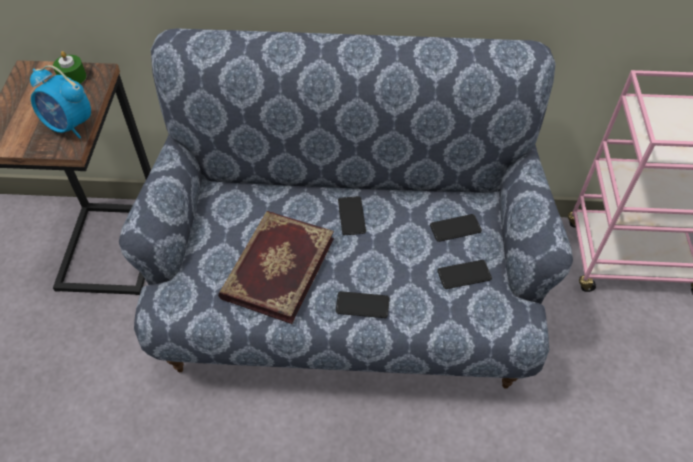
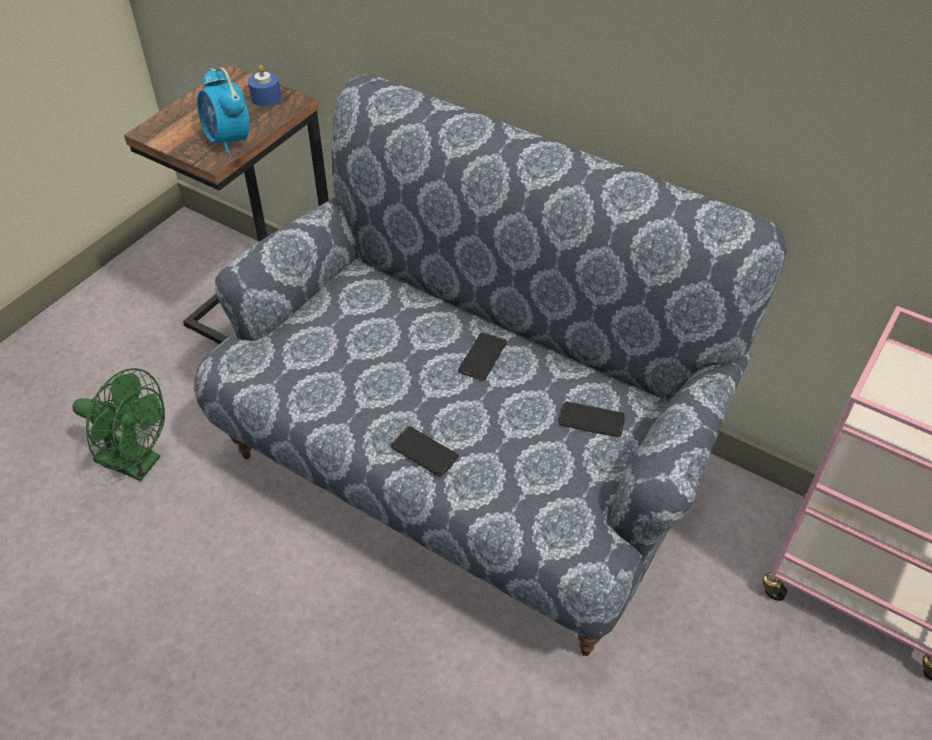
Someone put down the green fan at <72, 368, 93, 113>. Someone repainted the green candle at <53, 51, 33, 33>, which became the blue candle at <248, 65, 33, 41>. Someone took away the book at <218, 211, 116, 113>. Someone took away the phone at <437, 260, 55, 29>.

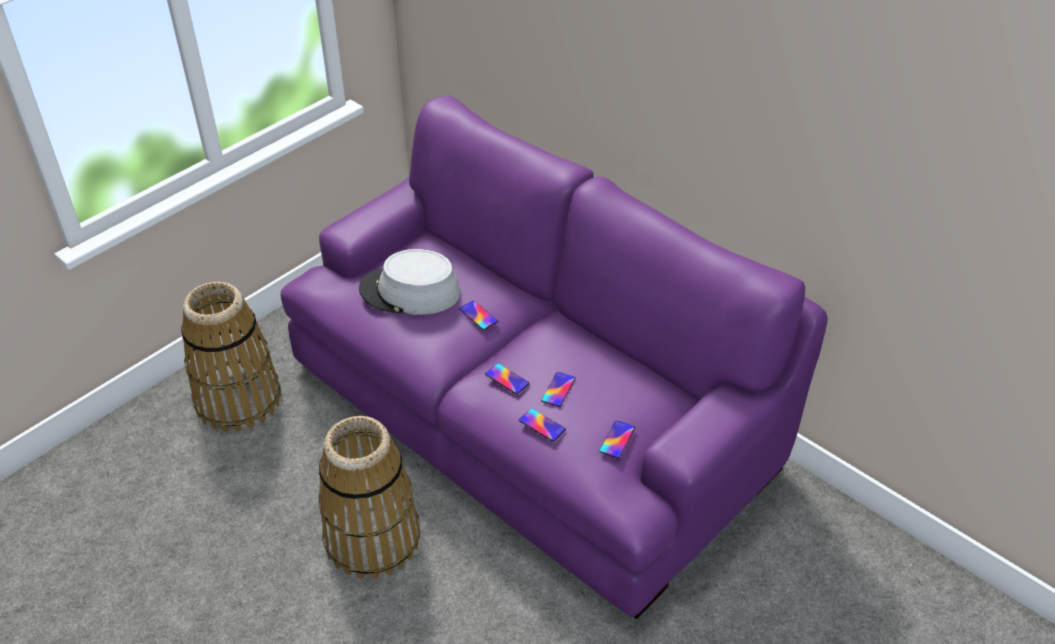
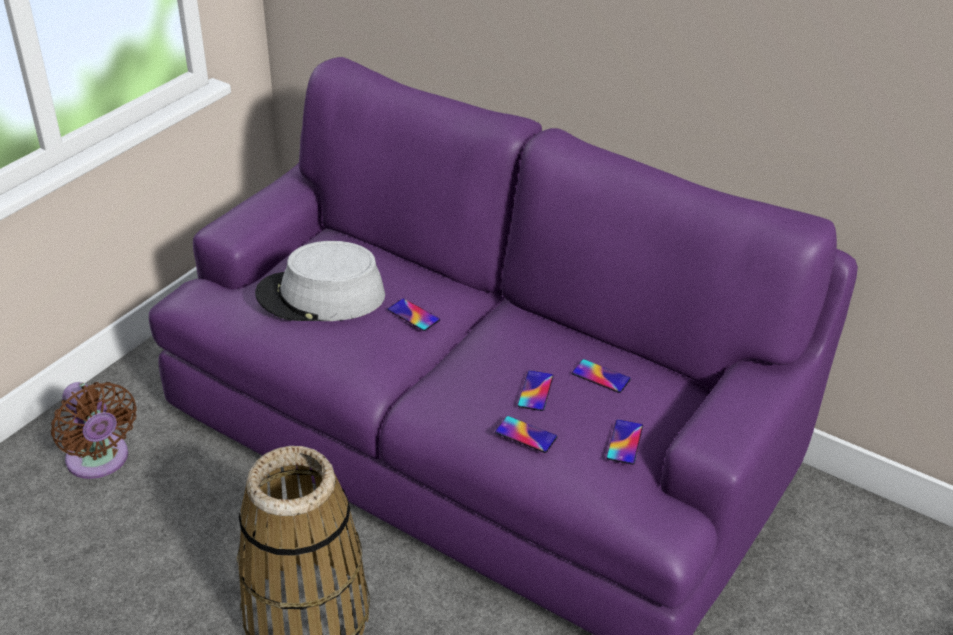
Someone swapped the basket at <181, 282, 100, 150> for the brown fan at <51, 382, 86, 97>. Someone carried the phone from <485, 363, 45, 31> to <572, 359, 59, 34>.

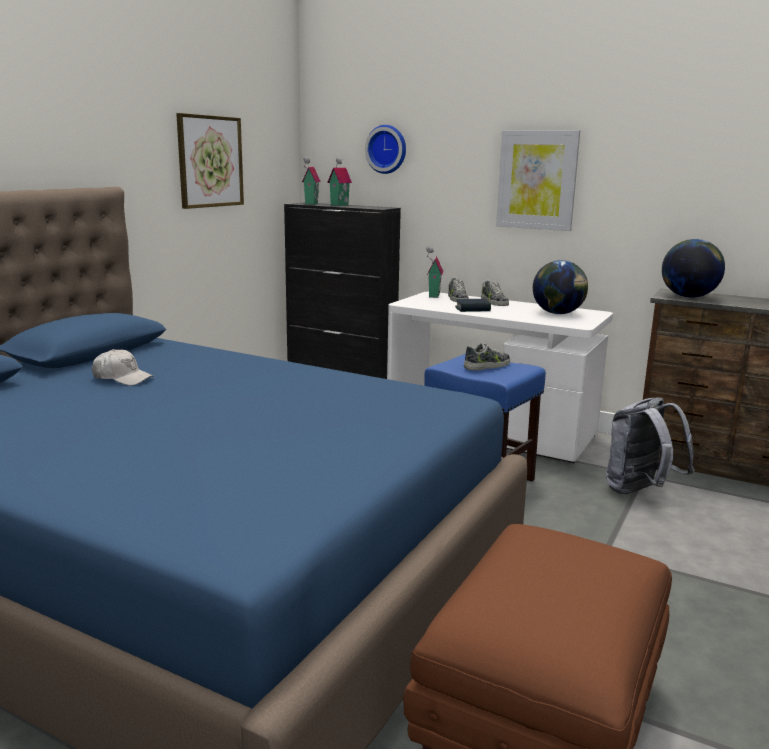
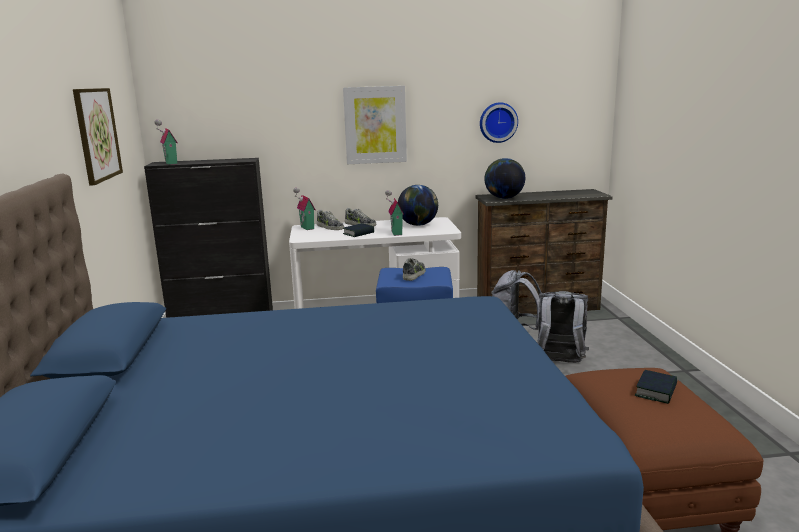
Someone carried the toy house from <327, 158, 25, 48> to <385, 190, 19, 46>. Someone carried the wall clock from <365, 125, 41, 49> to <480, 102, 38, 41>. Someone put down the grey backpack at <537, 291, 52, 72>. Someone put down the book at <635, 370, 42, 34>. Someone took away the white cap at <92, 349, 62, 37>.

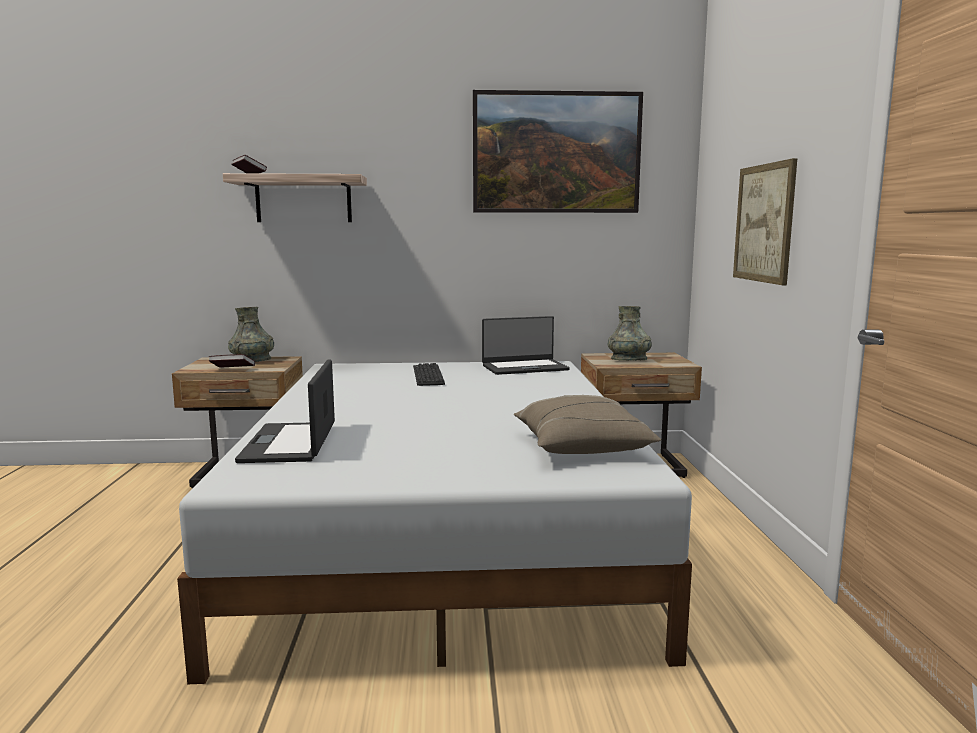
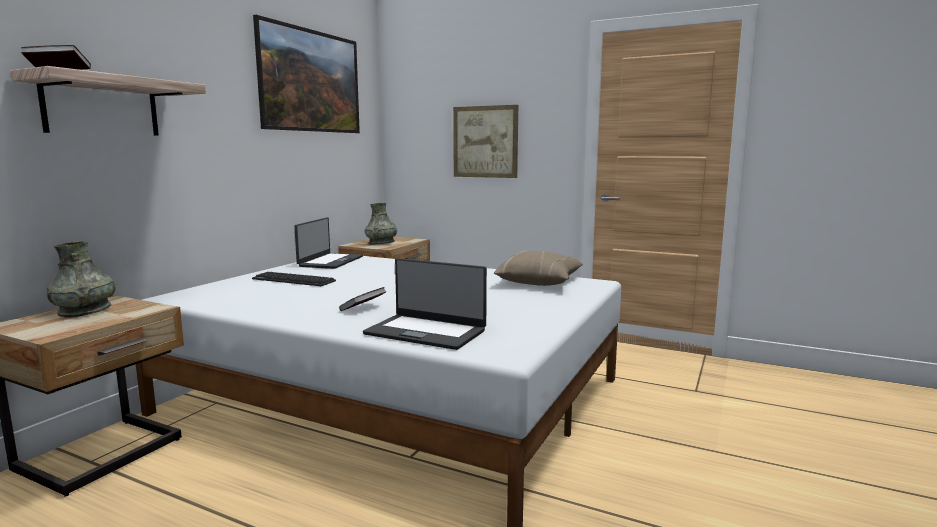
Someone carried the book from <208, 354, 47, 14> to <339, 287, 47, 24>.

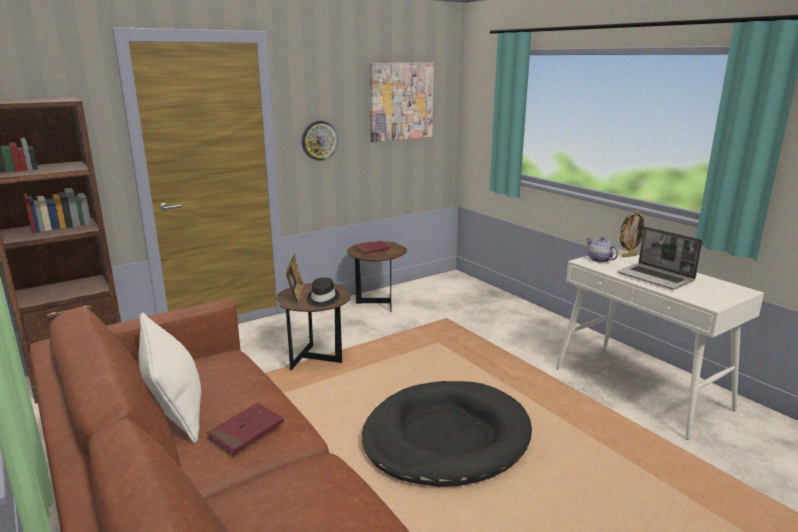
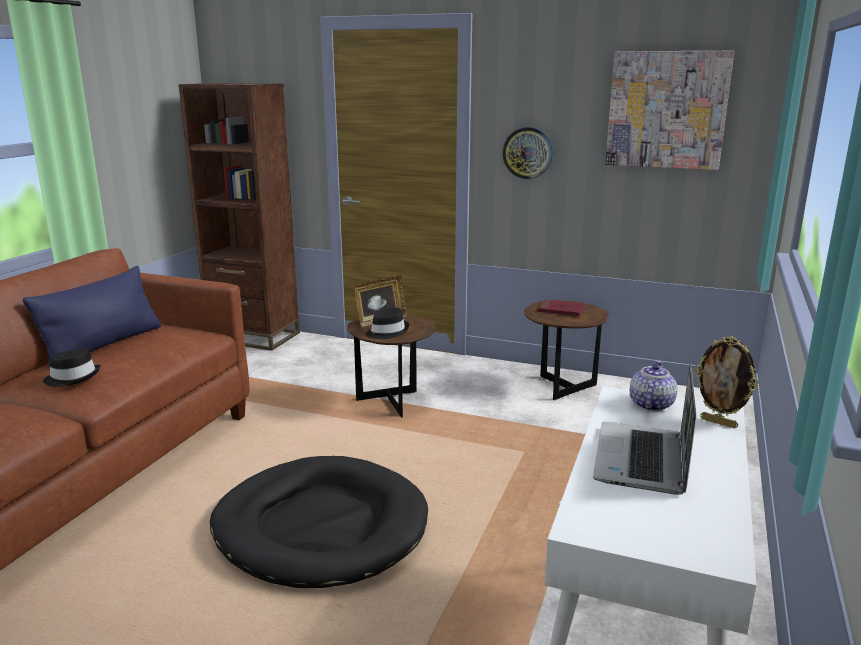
Someone repainted the white pillow at <139, 313, 62, 130>, which became the blue pillow at <23, 266, 139, 102>. Someone swapped the red book at <207, 403, 77, 52> for the black hat at <43, 348, 57, 39>.

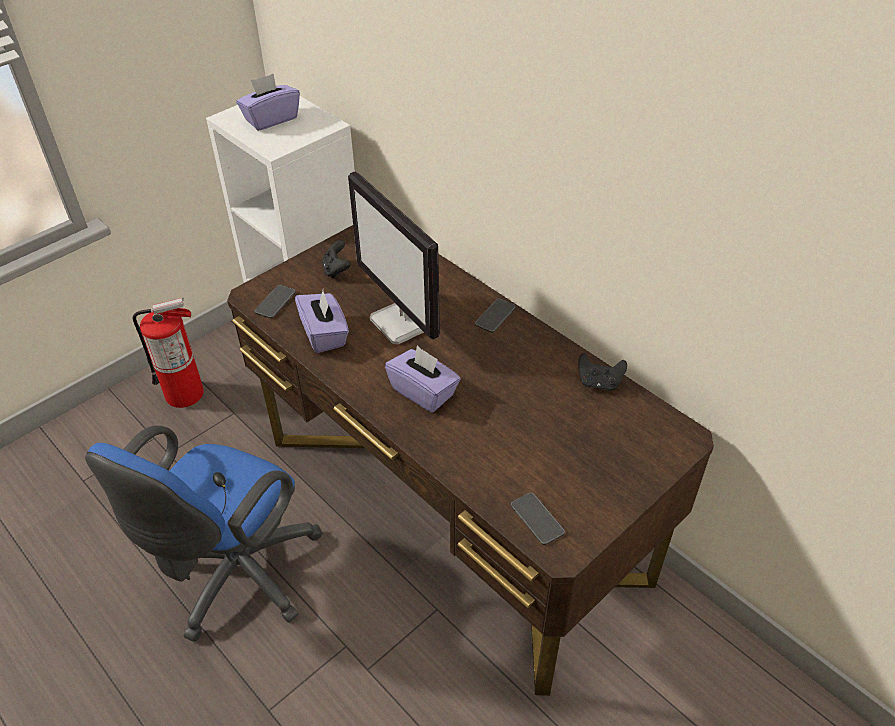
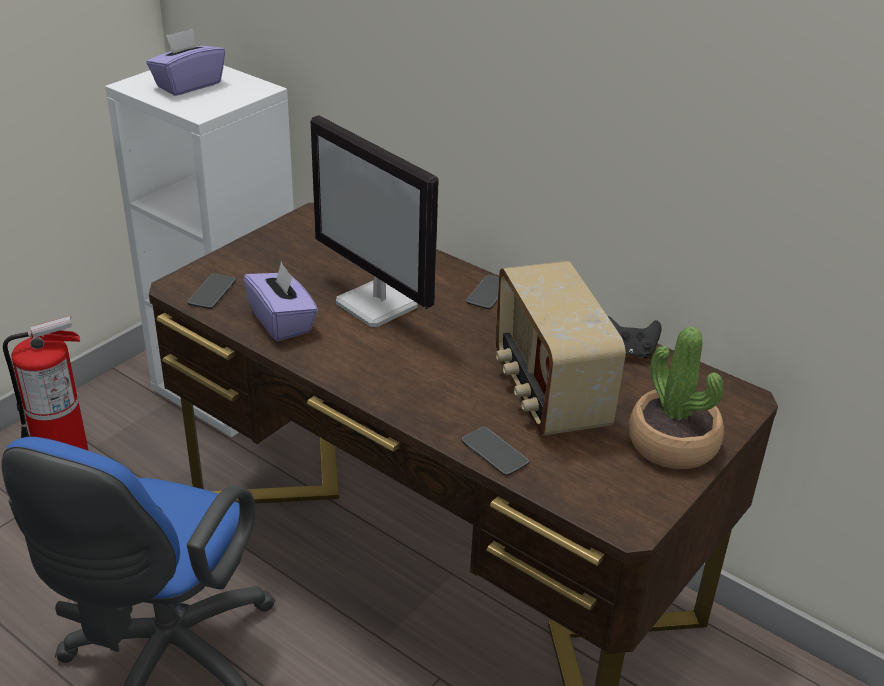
Someone carried the phone from <511, 492, 54, 53> to <461, 427, 68, 49>. Someone put down the radio at <495, 261, 131, 175>. Someone put down the potted plant at <629, 327, 95, 142>. Someone took away the black game controller at <322, 240, 29, 39>. Someone took away the purple tissue box at <385, 346, 76, 67>.

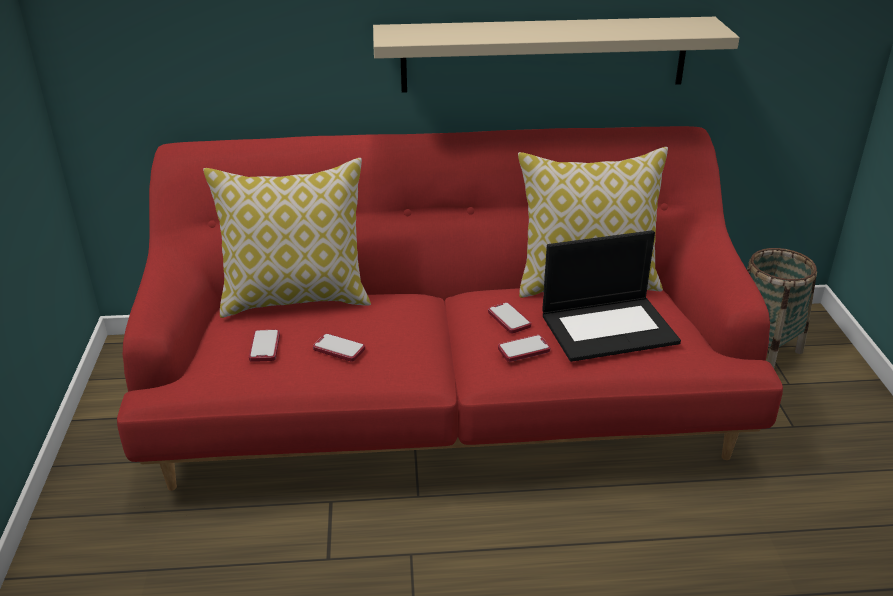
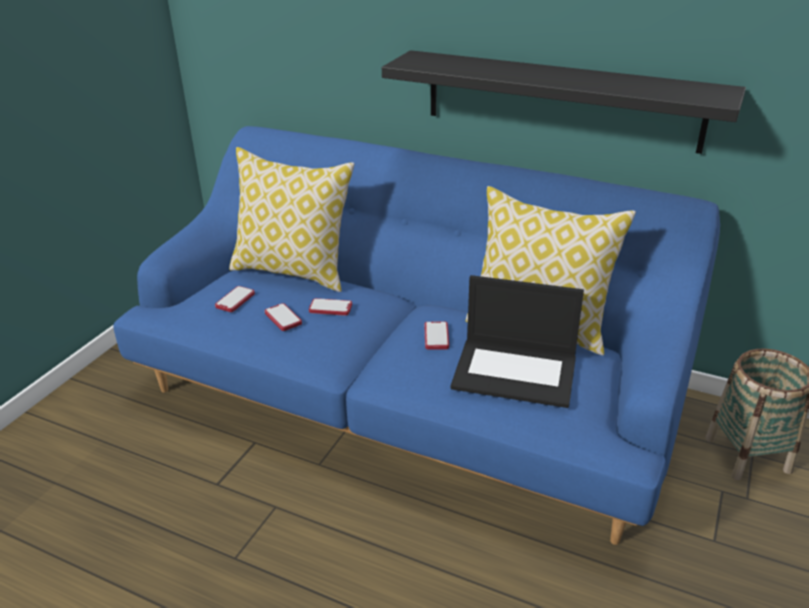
Someone repainted the red sofa at <117, 126, 666, 365>, which became the blue sofa at <113, 126, 607, 419>. Someone carried the phone from <498, 335, 52, 27> to <309, 298, 43, 18>. Someone repainted the beige shelf at <373, 17, 367, 76>, which became the black shelf at <382, 50, 364, 104>.

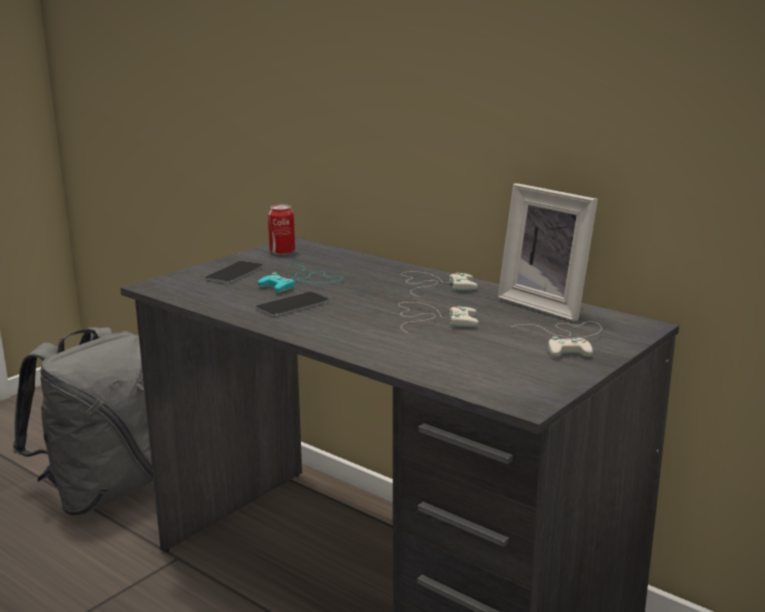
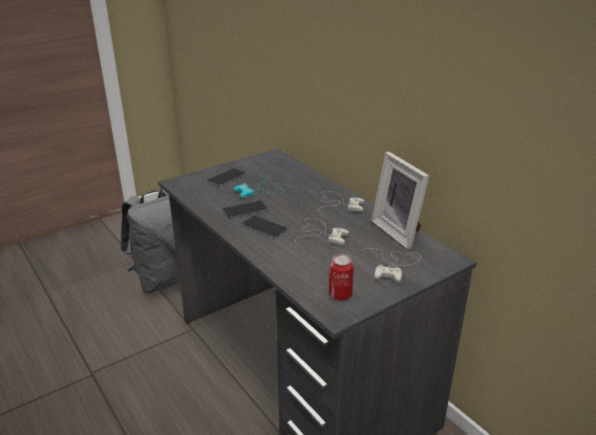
Someone put down the phone at <242, 216, 45, 22>. Someone carried the can from <268, 204, 27, 51> to <329, 254, 25, 46>.

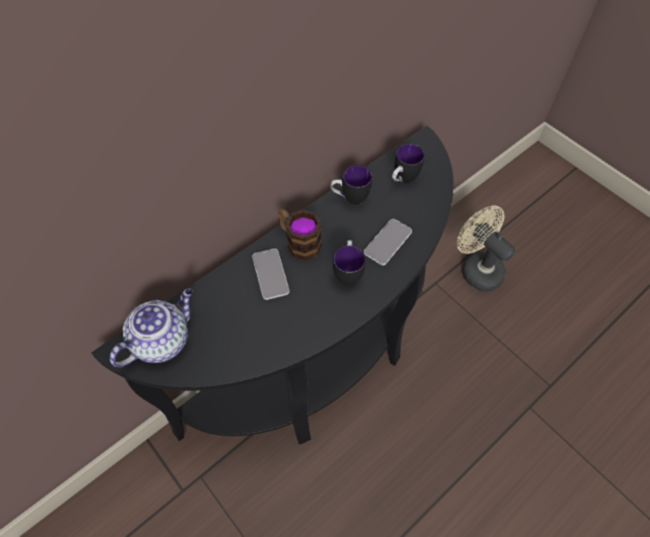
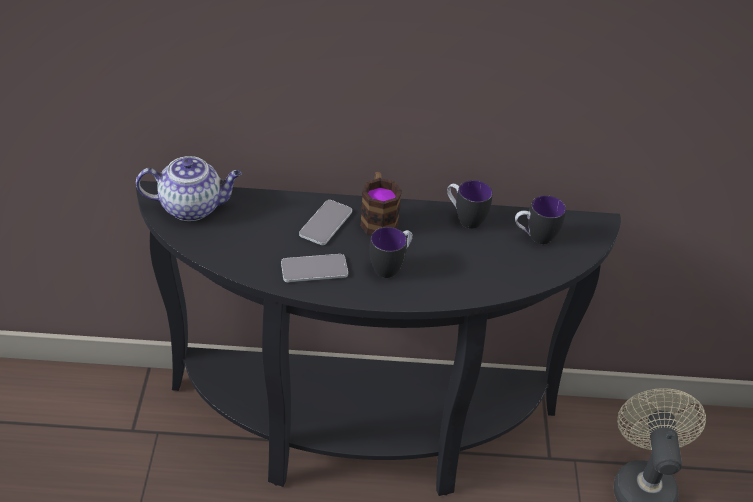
Someone carried the phone from <364, 219, 48, 46> to <281, 254, 67, 28>.

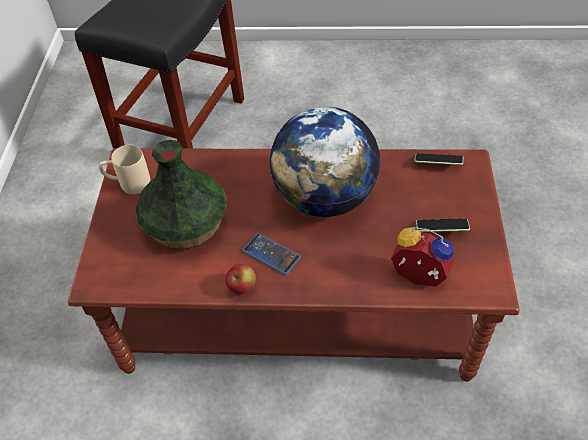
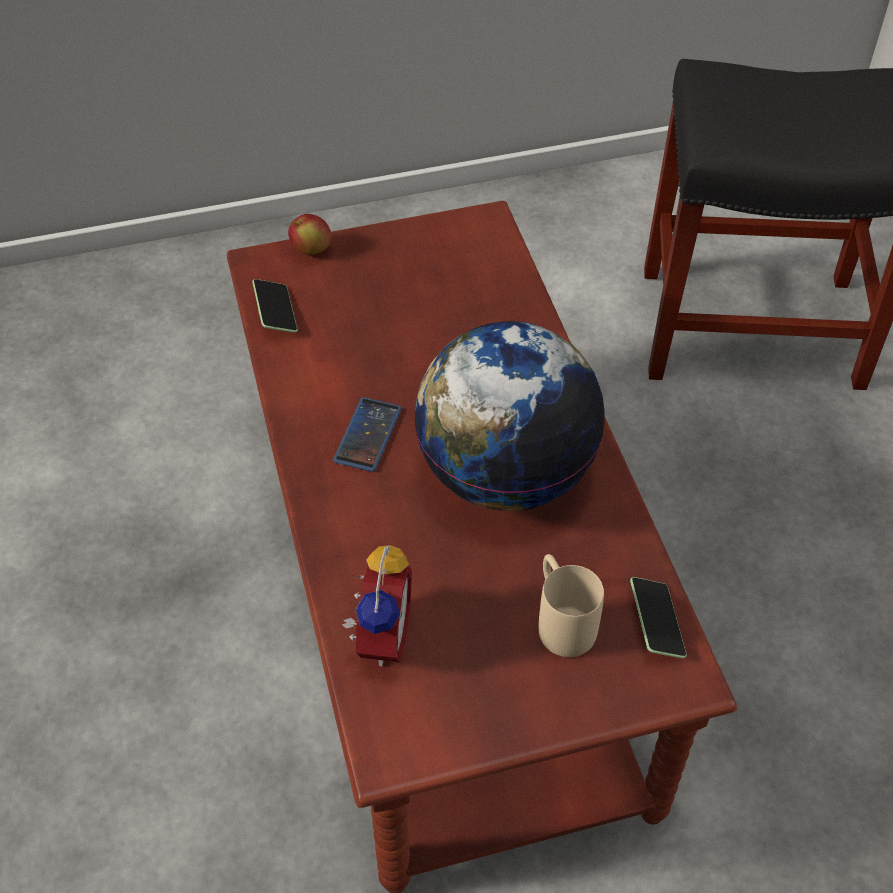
Someone carried the phone from <416, 218, 54, 14> to <252, 279, 46, 54>. Someone carried the apple from <226, 264, 30, 30> to <288, 214, 44, 41>. Someone carried the beige mug from <99, 145, 52, 49> to <539, 554, 65, 103>. Someone took away the vase at <135, 140, 92, 109>.

